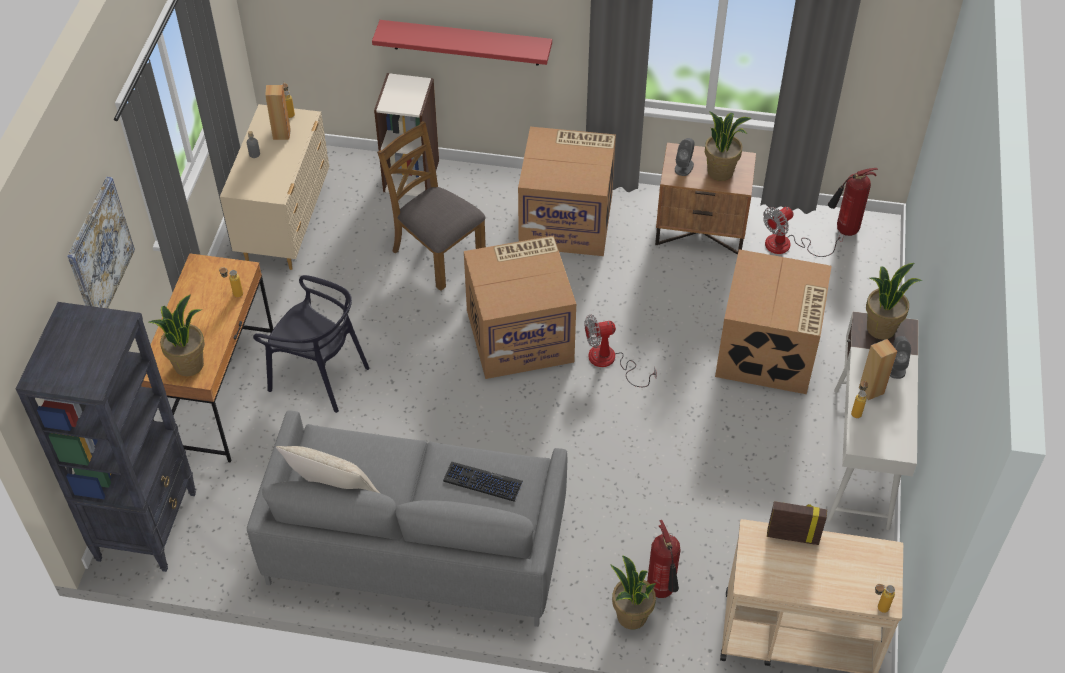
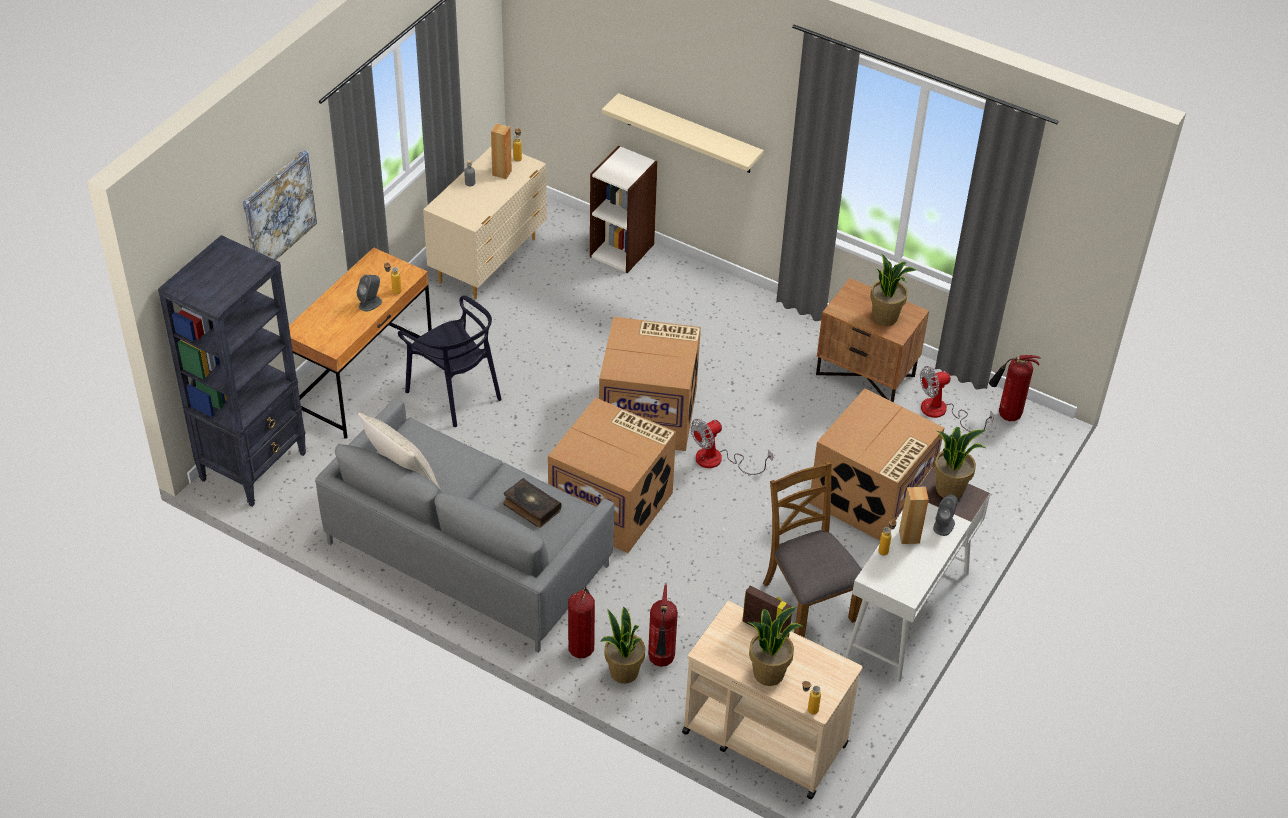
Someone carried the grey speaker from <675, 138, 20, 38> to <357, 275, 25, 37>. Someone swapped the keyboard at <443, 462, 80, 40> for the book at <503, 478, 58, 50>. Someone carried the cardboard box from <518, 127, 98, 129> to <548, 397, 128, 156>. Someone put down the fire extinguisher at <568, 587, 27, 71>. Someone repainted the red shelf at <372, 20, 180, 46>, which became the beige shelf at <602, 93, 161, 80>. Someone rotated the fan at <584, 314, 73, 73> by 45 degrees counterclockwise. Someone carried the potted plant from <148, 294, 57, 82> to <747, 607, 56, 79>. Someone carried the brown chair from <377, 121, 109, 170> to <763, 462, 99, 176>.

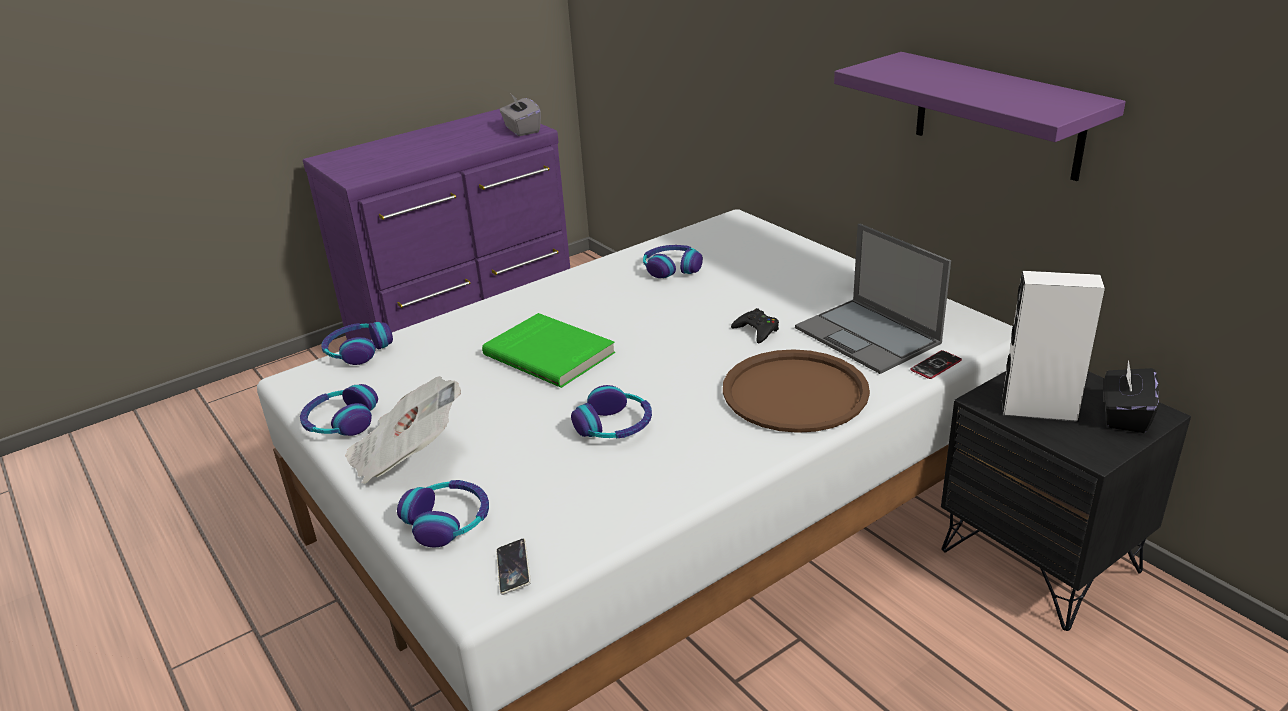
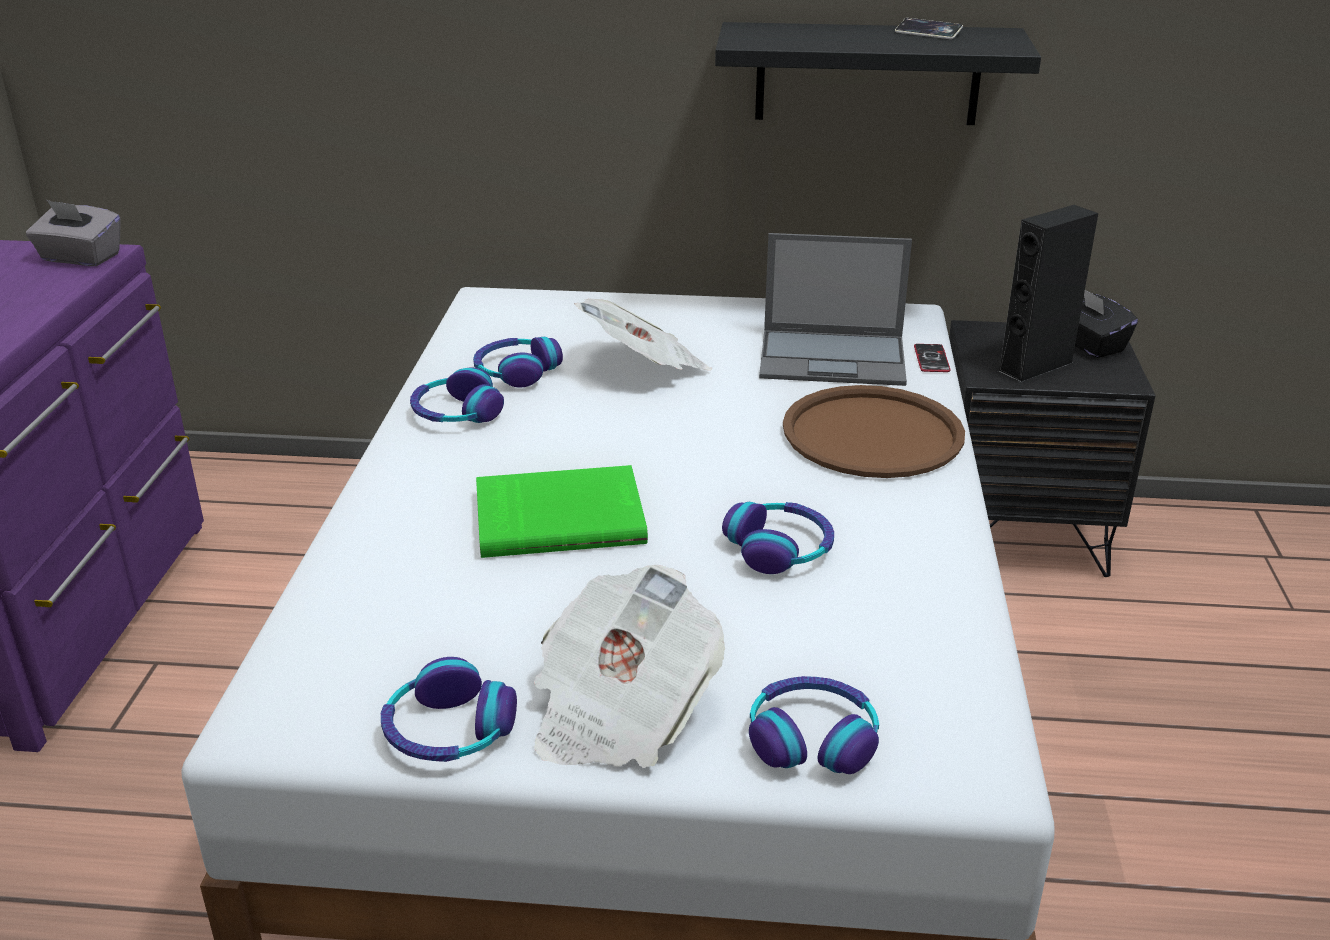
Someone carried the headphones from <321, 322, 72, 43> to <410, 367, 94, 56>. Someone put down the newspaper at <574, 299, 139, 71>. Someone repainted the purple shelf at <834, 52, 292, 129>, which became the black shelf at <715, 22, 326, 103>. Someone carried the phone from <496, 538, 35, 57> to <895, 18, 68, 21>. Someone repainted the white speaker at <1001, 271, 104, 151>, which became the black speaker at <998, 205, 100, 178>. Someone took away the black game controller at <731, 308, 48, 35>.

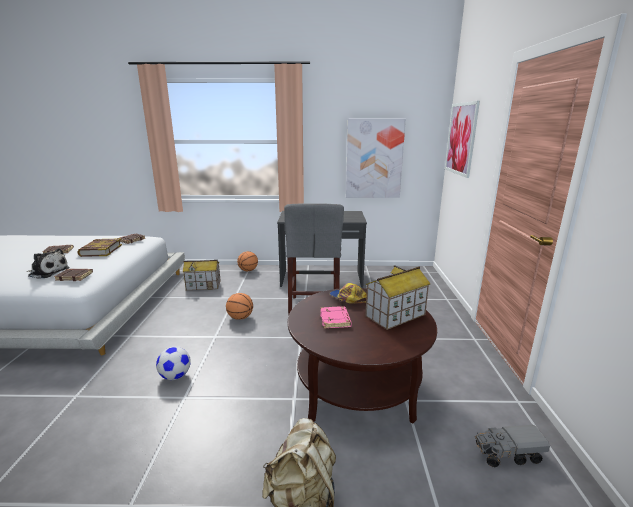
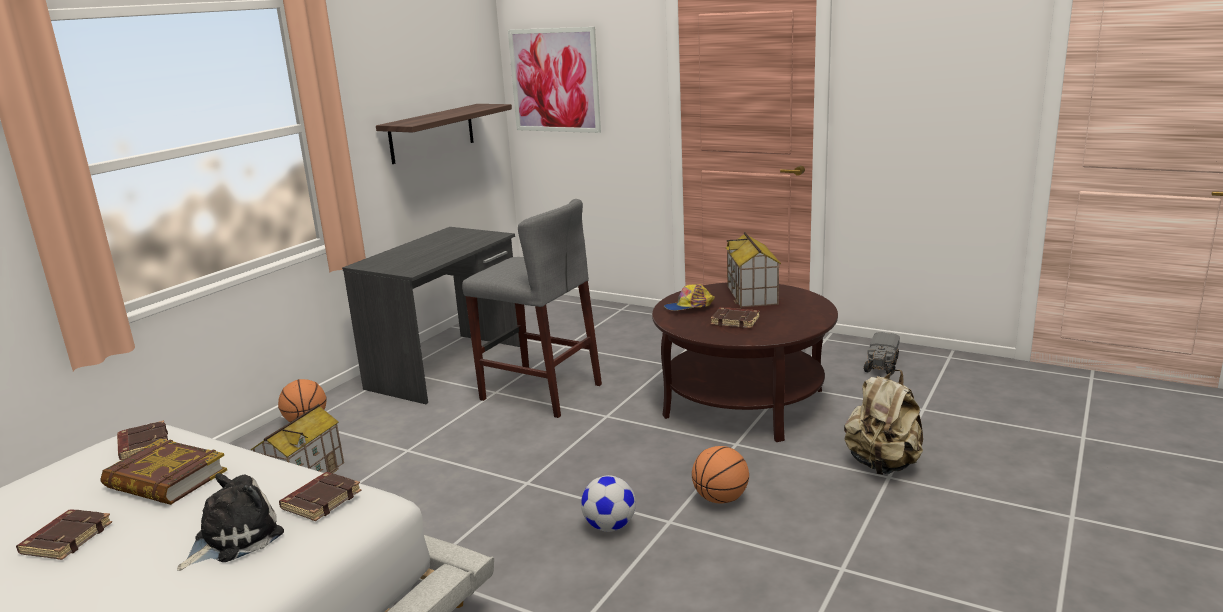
Someone swapped the picture at <346, 119, 60, 79> for the shelf at <376, 104, 136, 60>. Someone carried the basketball from <226, 293, 27, 27> to <692, 446, 57, 57>. Someone repainted the pink book at <320, 306, 32, 23>, which became the brown book at <711, 307, 49, 21>.

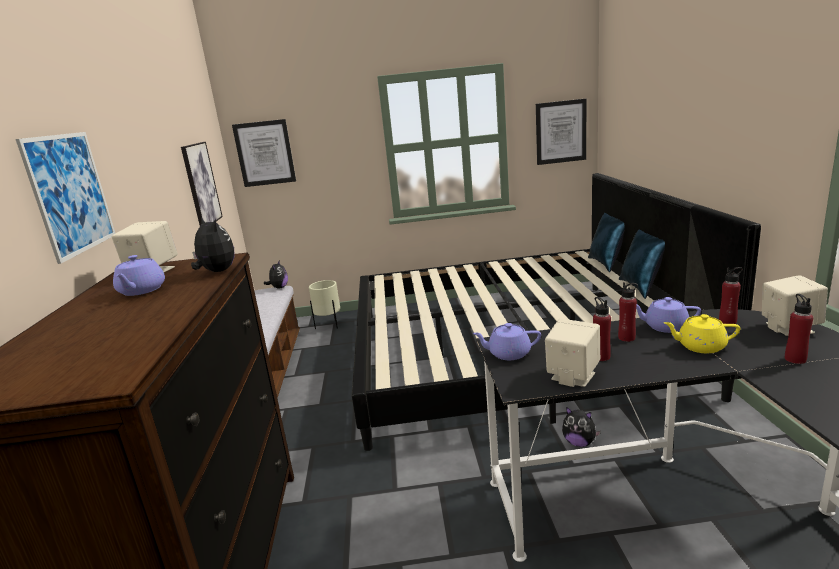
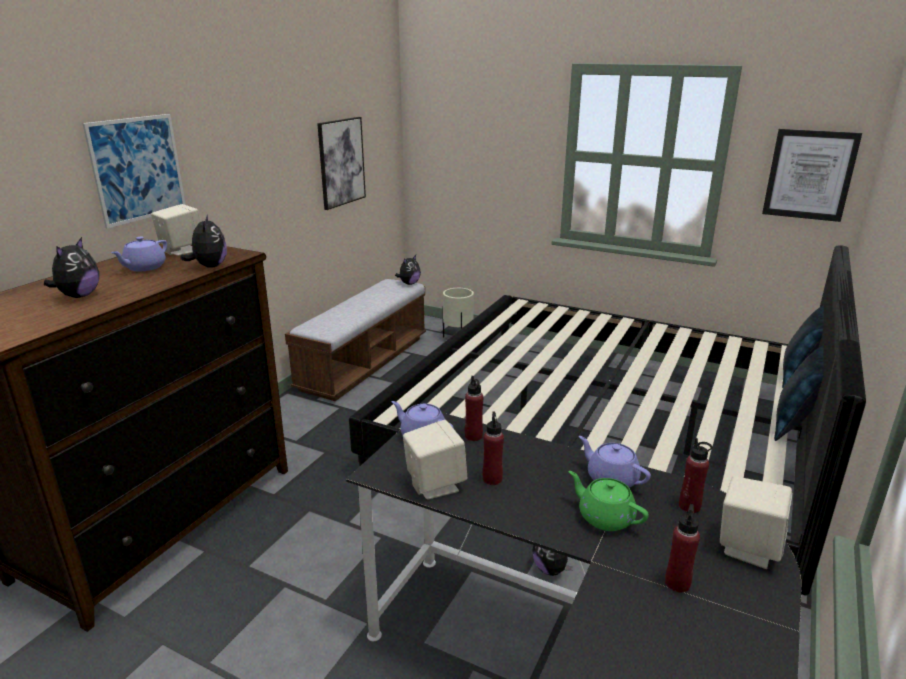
Someone put down the plush toy at <44, 237, 55, 61>. Someone carried the red bottle from <618, 282, 20, 60> to <465, 376, 18, 65>. Someone repainted the yellow teapot at <663, 314, 77, 39>, which became the green teapot at <568, 471, 81, 60>. Someone took away the picture at <232, 119, 64, 68>.

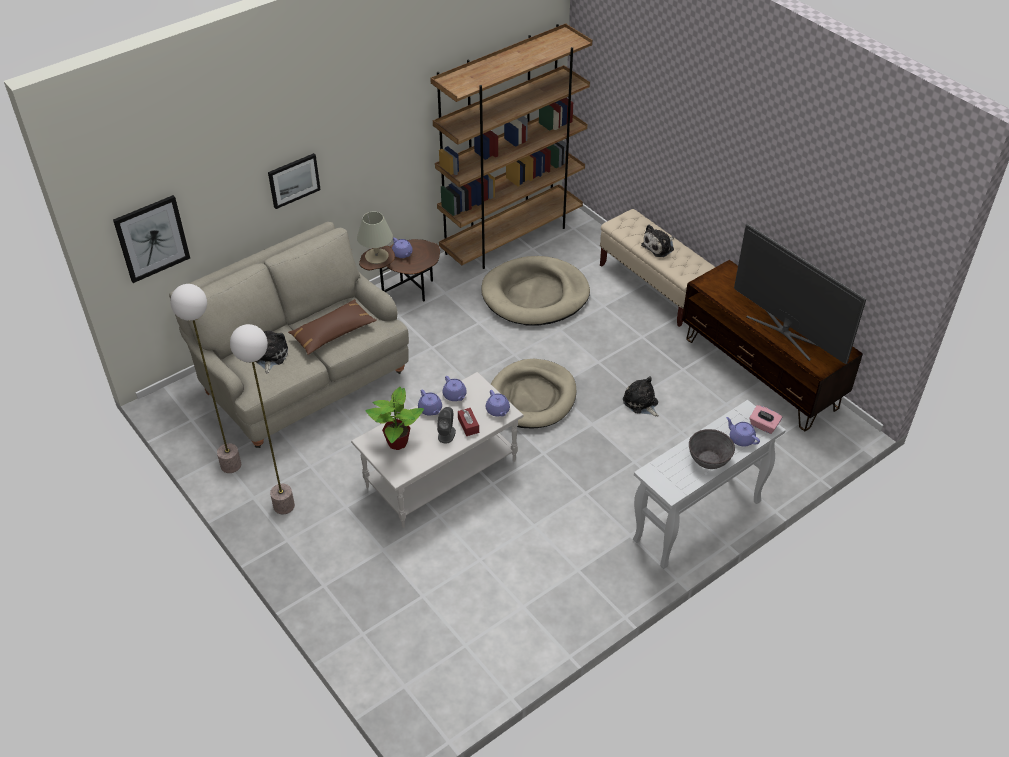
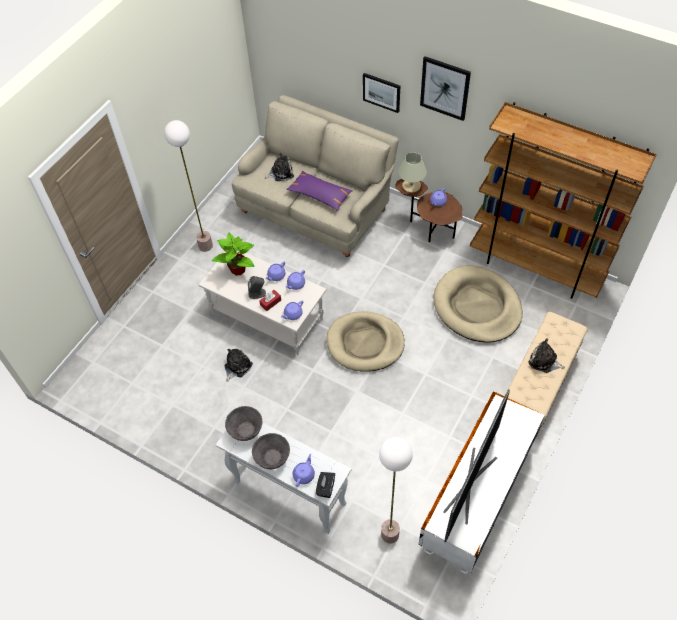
Someone carried the plush toy from <623, 377, 36, 40> to <224, 349, 29, 33>. Someone put down the grey bowl at <225, 406, 37, 35>. Someone repainted the brown pillow at <288, 299, 89, 56>, which became the purple pillow at <287, 171, 66, 40>. Someone repainted the pink tissue box at <749, 405, 33, 29>, which became the black tissue box at <316, 472, 19, 26>. Someone carried the floor lamp from <170, 284, 71, 189> to <379, 437, 34, 107>. Someone repainted the brown tv stand at <682, 260, 181, 171>, which became the white tv stand at <418, 391, 127, 183>. Someone carried the picture from <113, 195, 77, 88> to <420, 56, 51, 65>.

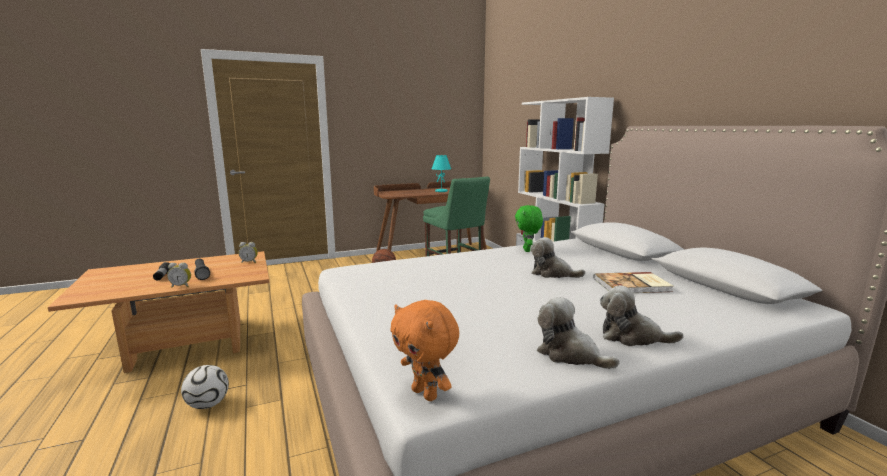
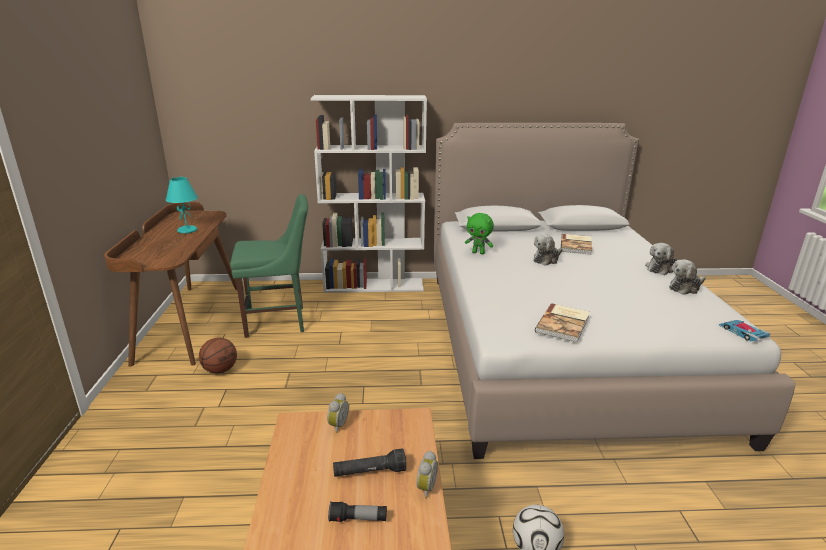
Someone put down the book at <535, 303, 54, 40>. Someone swapped the orange plush toy at <390, 300, 69, 101> for the toy car at <719, 320, 52, 21>.

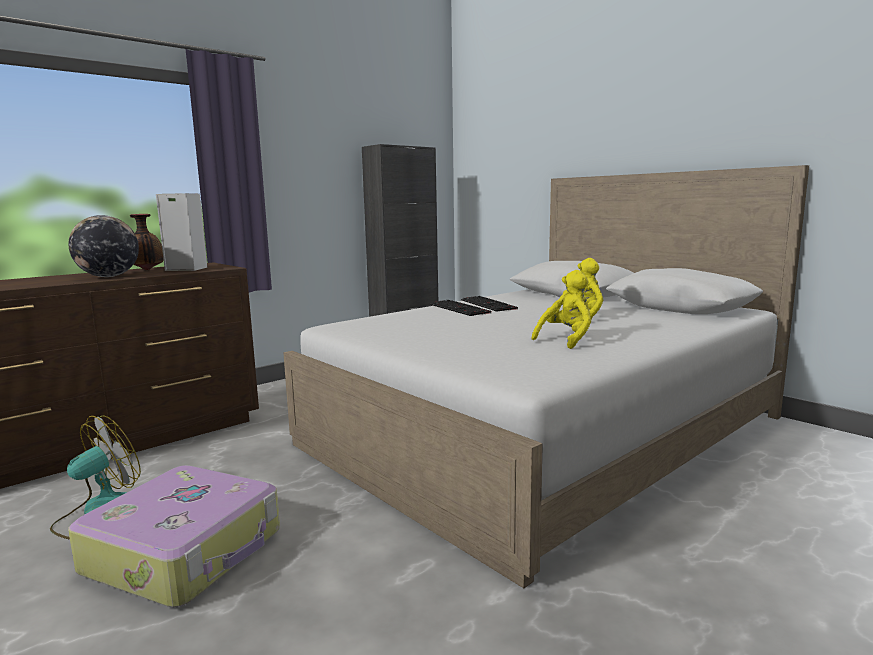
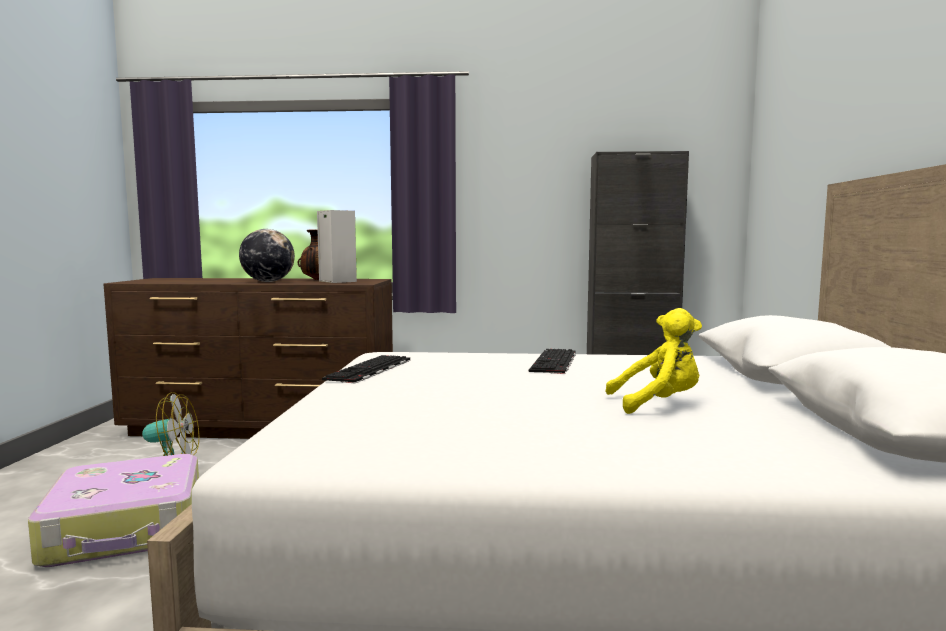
Someone carried the keyboard from <461, 296, 57, 16> to <322, 355, 88, 29>. Someone took away the yellow plush toy at <532, 270, 59, 79>.

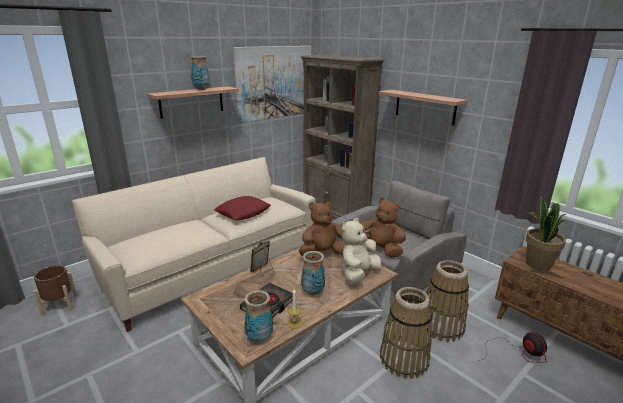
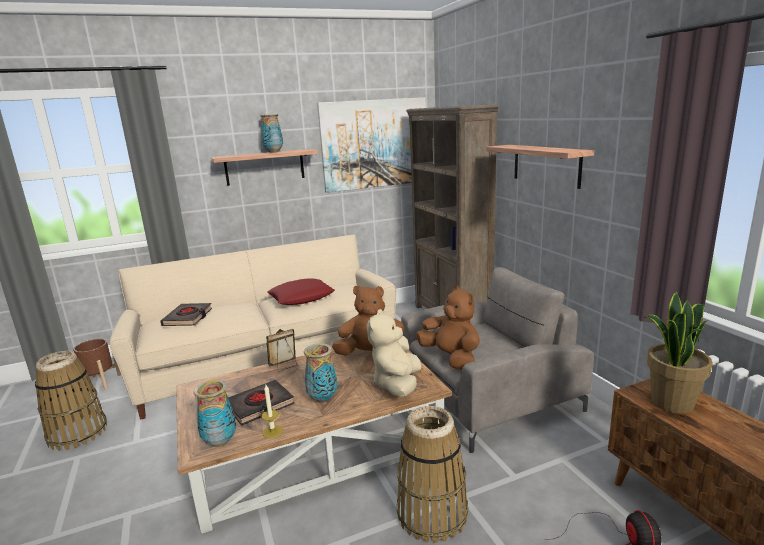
Someone carried the basket from <426, 260, 43, 82> to <35, 351, 72, 100>. Someone put down the black book at <160, 303, 52, 23>. Someone rotated the beige plush toy at <342, 218, 39, 66> by 45 degrees counterclockwise.

